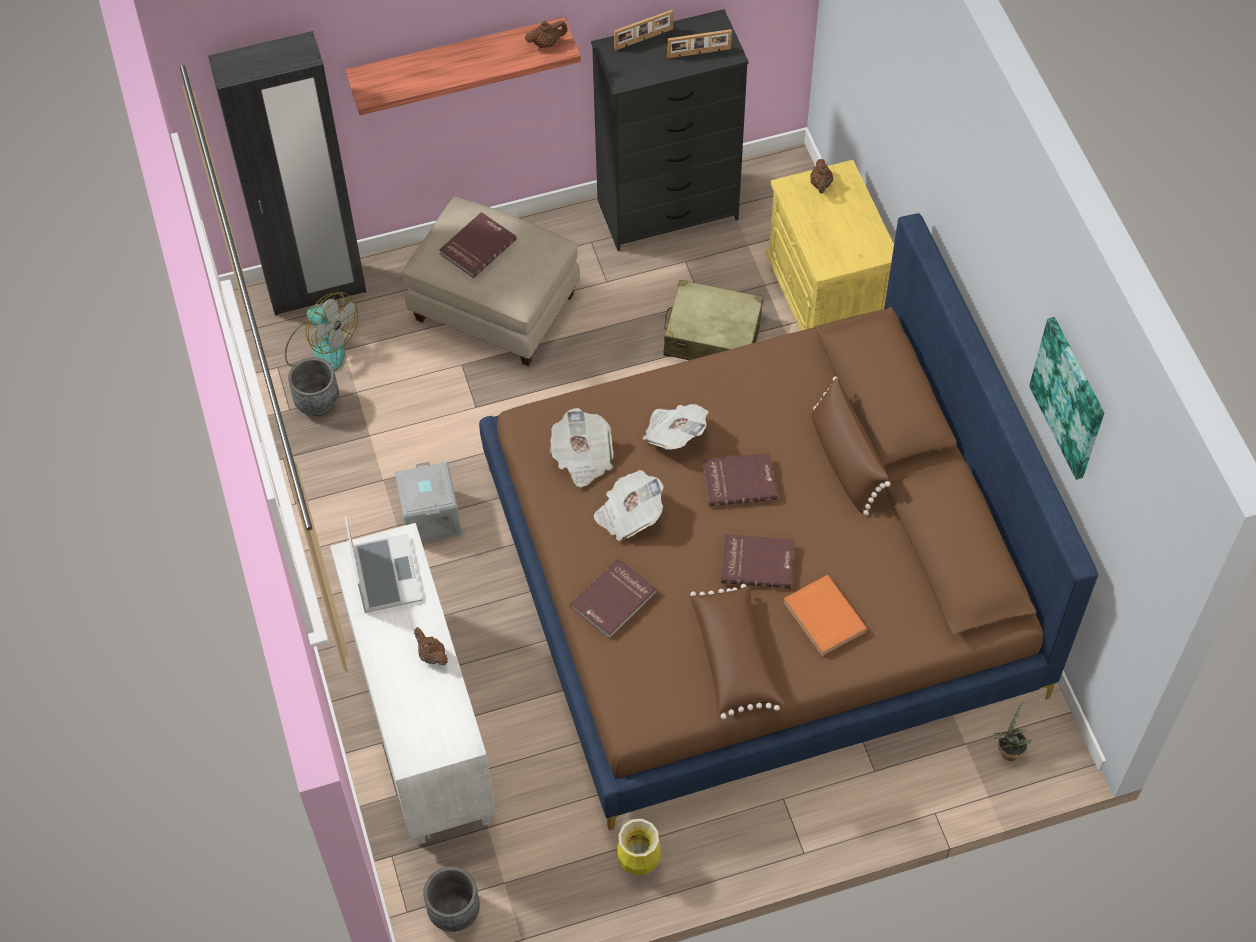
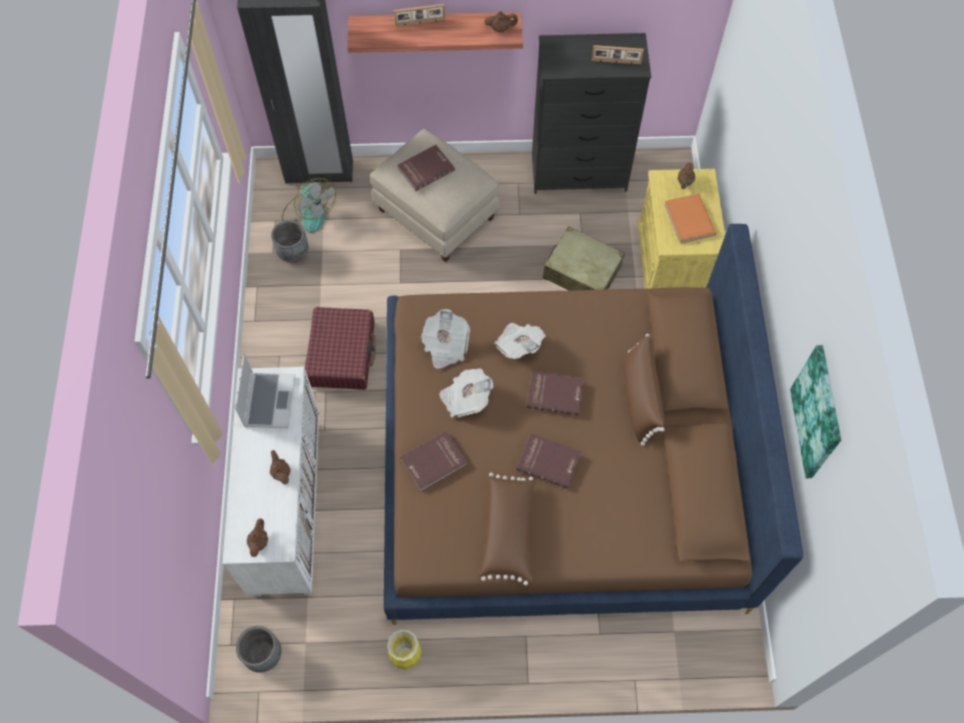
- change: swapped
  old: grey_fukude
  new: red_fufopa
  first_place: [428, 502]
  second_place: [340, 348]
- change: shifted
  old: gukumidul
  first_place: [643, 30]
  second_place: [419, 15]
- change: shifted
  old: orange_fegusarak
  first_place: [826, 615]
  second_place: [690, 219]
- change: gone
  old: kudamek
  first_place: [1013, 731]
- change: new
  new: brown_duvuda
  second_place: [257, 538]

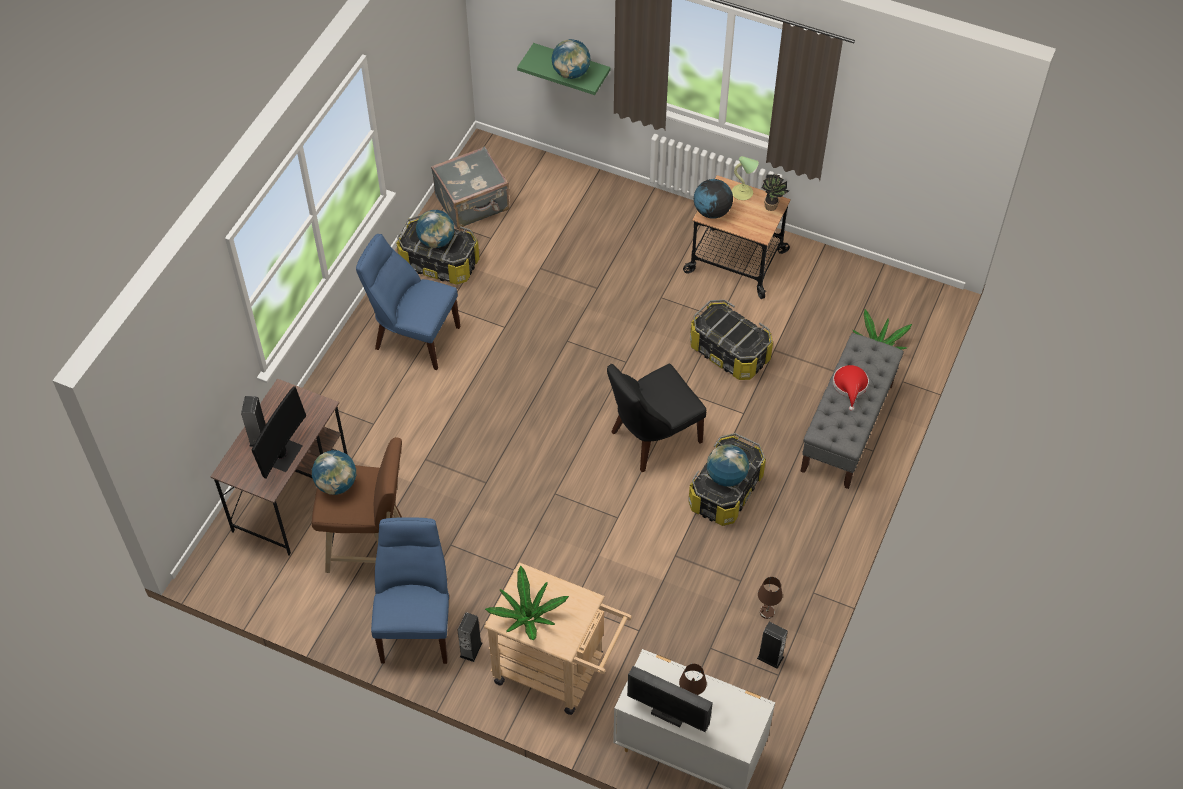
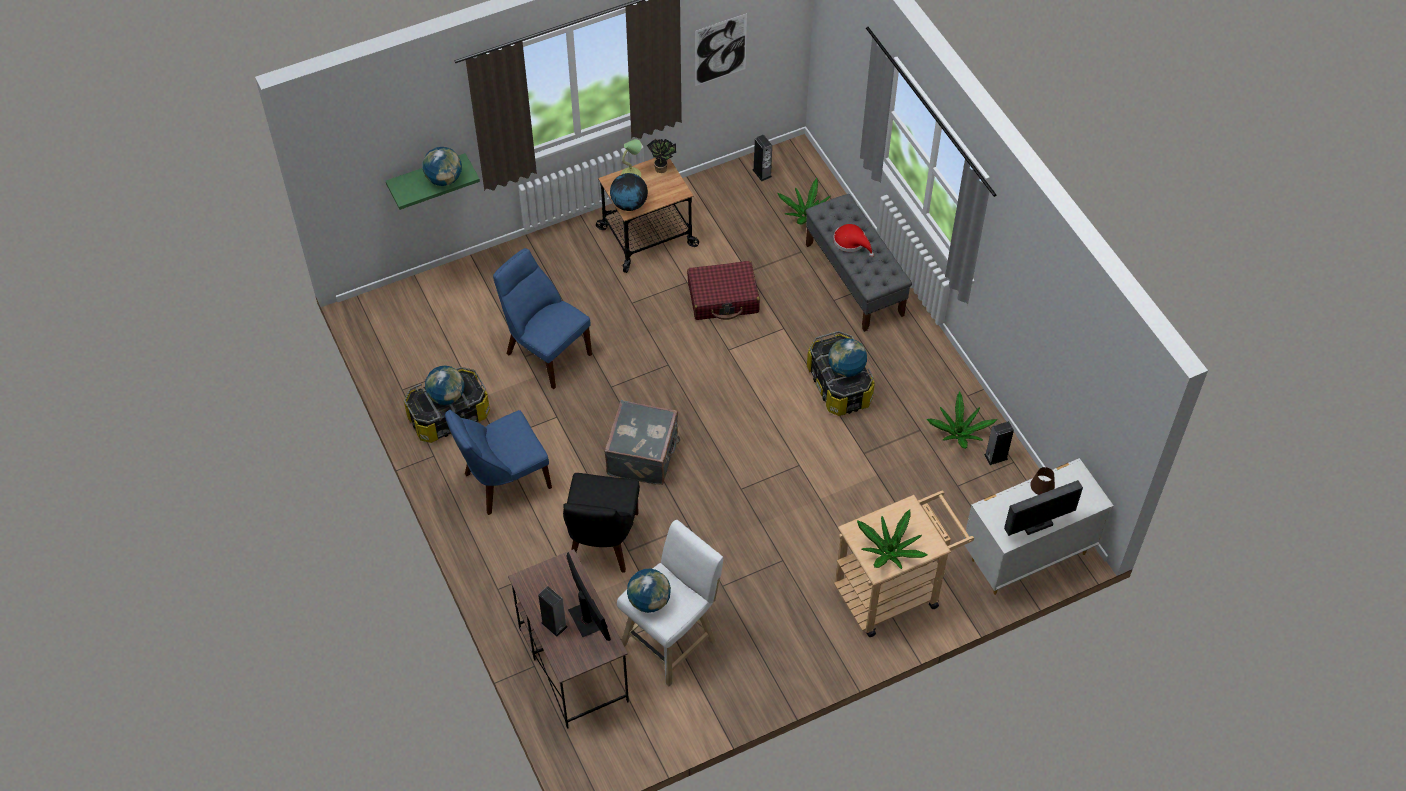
- change: repainted
  old: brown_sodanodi
  new: white_sodanodi
  first_place: [357, 505]
  second_place: [670, 603]
- change: shifted
  old: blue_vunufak
  first_place: [410, 590]
  second_place: [542, 318]
- change: shifted
  old: grey_fufopa
  first_place: [470, 187]
  second_place: [642, 442]
- change: shifted
  old: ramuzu
  first_place: [469, 637]
  second_place: [762, 158]
- change: shifted
  old: black_vunufak
  first_place: [656, 418]
  second_place: [601, 523]
- change: swapped
  old: fukude
  new: red_fufopa
  first_place: [731, 340]
  second_place: [723, 290]
- change: swapped
  old: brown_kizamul
  new: kudamek
  first_place: [770, 598]
  second_place: [962, 420]
- change: new
  new: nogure
  second_place: [721, 49]

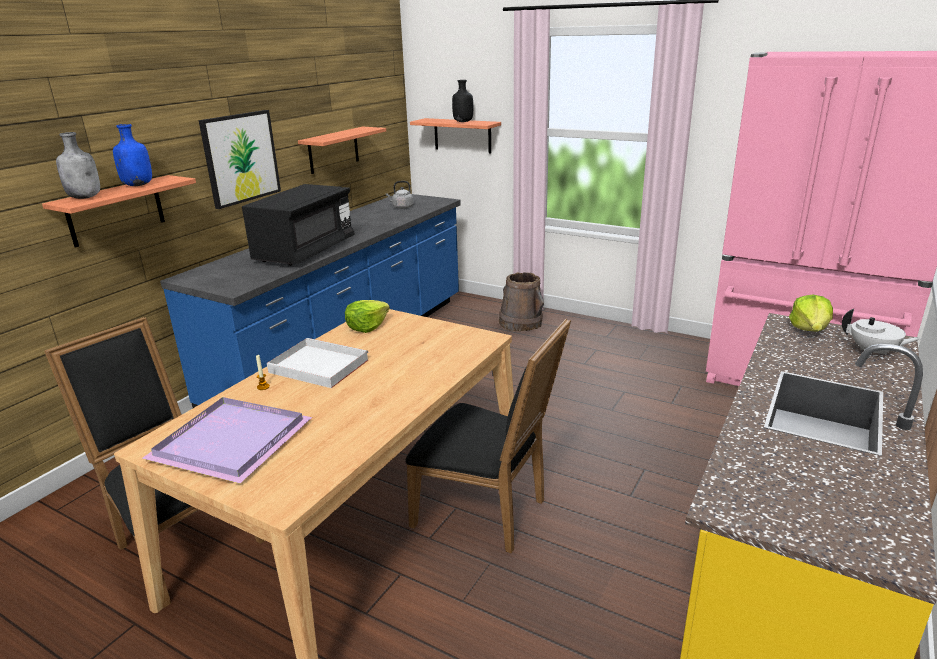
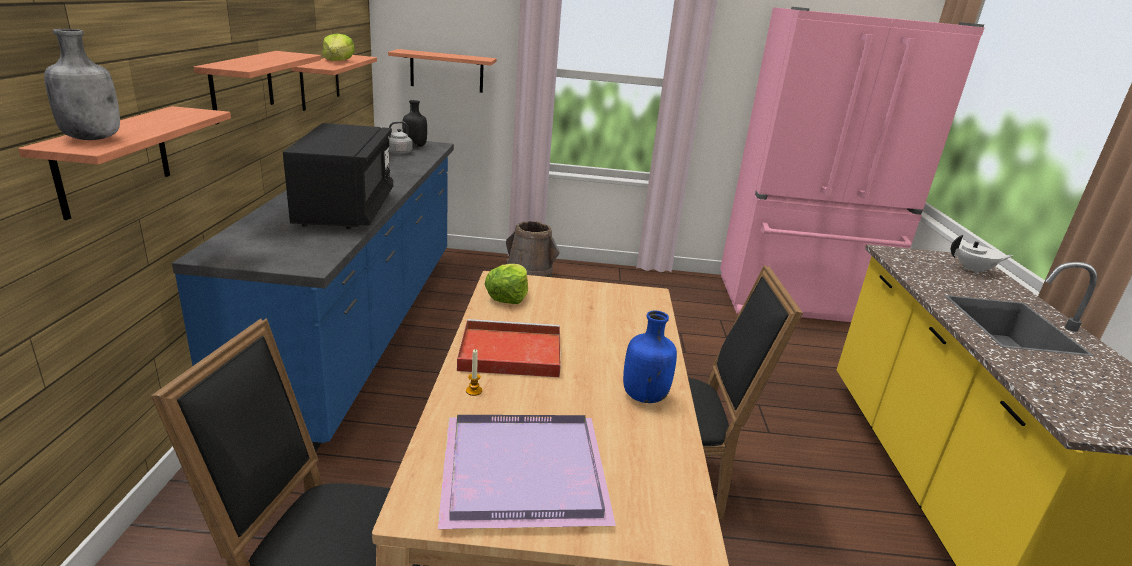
- change: shifted
  old: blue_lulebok
  first_place: [132, 155]
  second_place: [650, 357]
- change: swapped
  old: nogure
  new: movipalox
  first_place: [240, 159]
  second_place: [257, 87]
- change: repainted
  old: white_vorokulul
  new: red_vorokulul
  first_place: [318, 363]
  second_place: [509, 348]
- change: shifted
  old: black_lulebok
  first_place: [462, 101]
  second_place: [414, 124]
- change: shifted
  old: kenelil
  first_place: [811, 312]
  second_place: [339, 47]

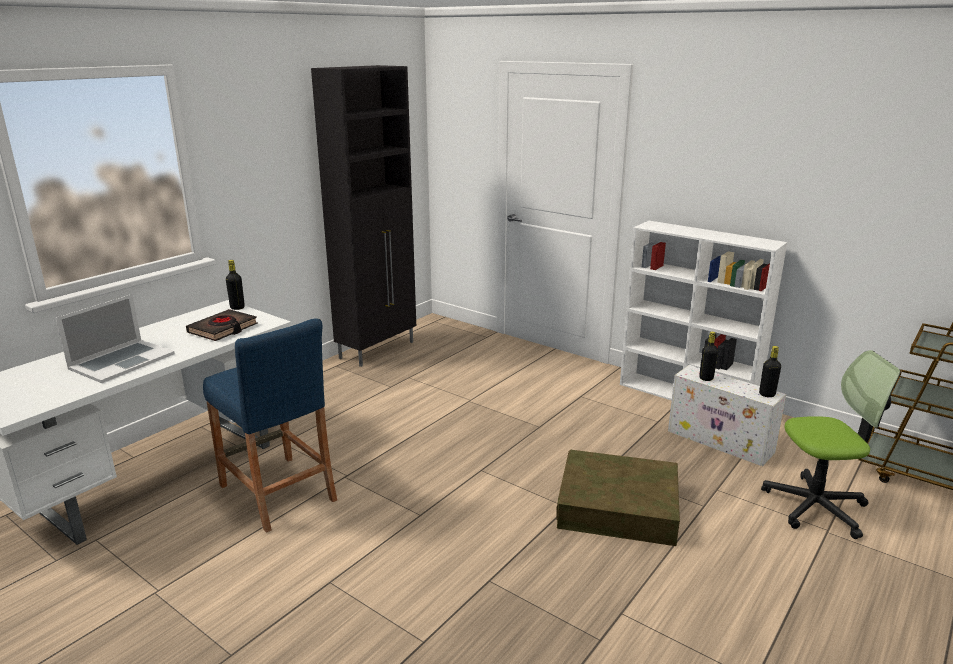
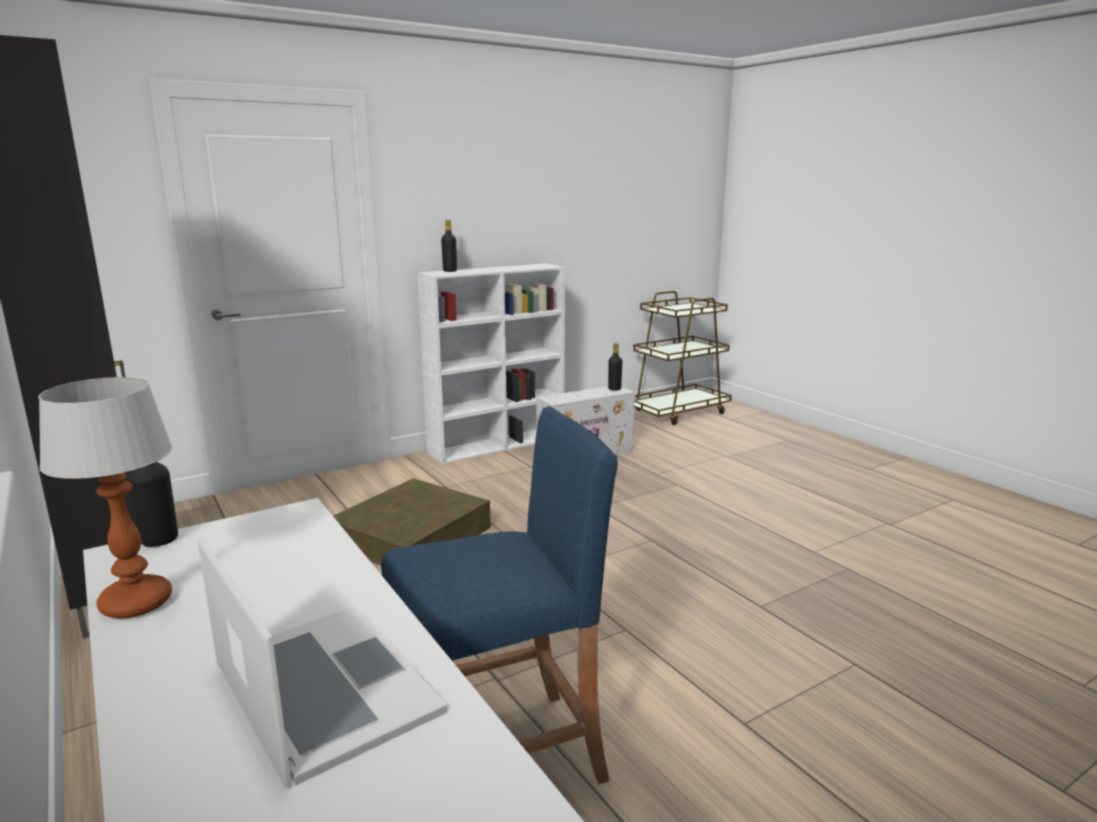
- change: gone
  old: black_fegusarak
  first_place: [221, 325]
- change: shifted
  old: brown_fukude
  first_place: [618, 498]
  second_place: [412, 522]
- change: shifted
  old: black_lulebok
  first_place: [708, 356]
  second_place: [449, 246]
- change: gone
  old: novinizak
  first_place: [830, 444]
- change: new
  new: kizamul
  second_place: [105, 498]

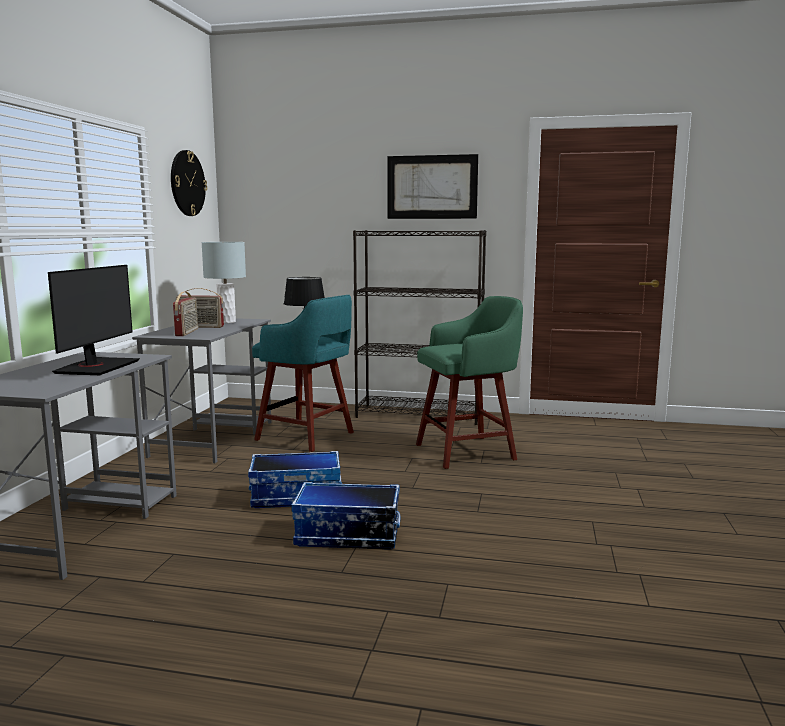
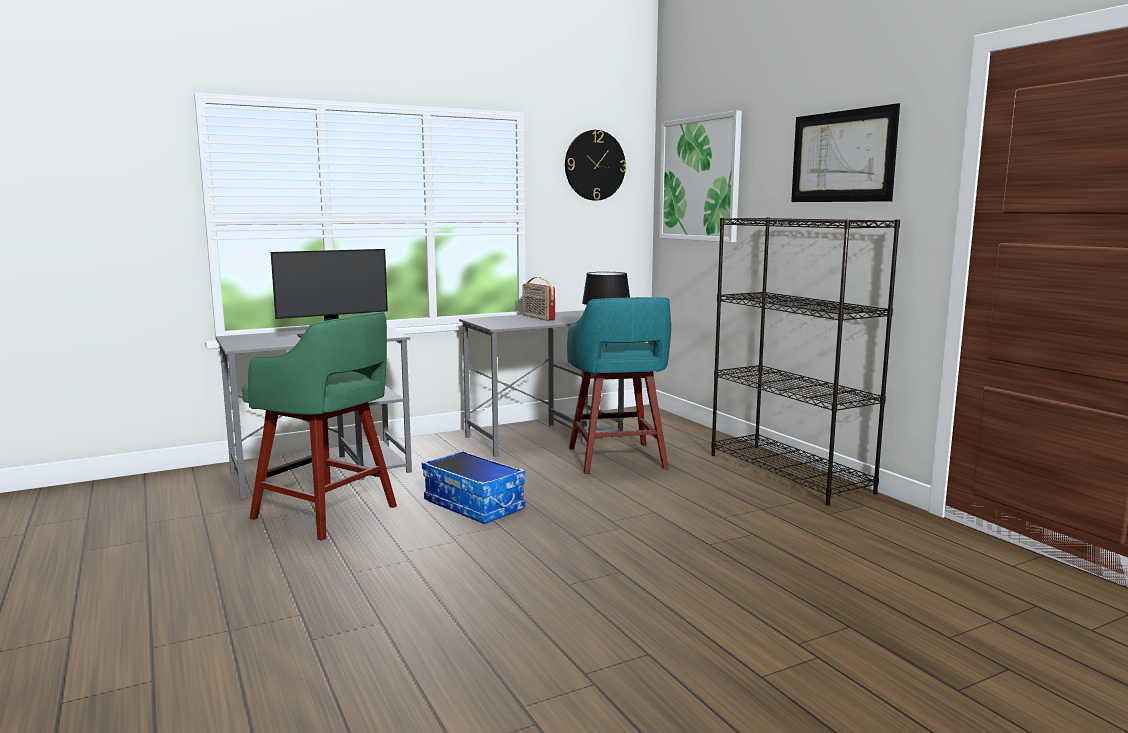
- change: gone
  old: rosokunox
  first_place: [185, 314]
- change: gone
  old: grey_kizamul
  first_place: [223, 282]
- change: gone
  old: fukude
  first_place: [345, 515]
- change: shifted
  old: green_sodanodi
  first_place: [469, 382]
  second_place: [319, 426]
- change: new
  new: nogure
  second_place: [700, 176]

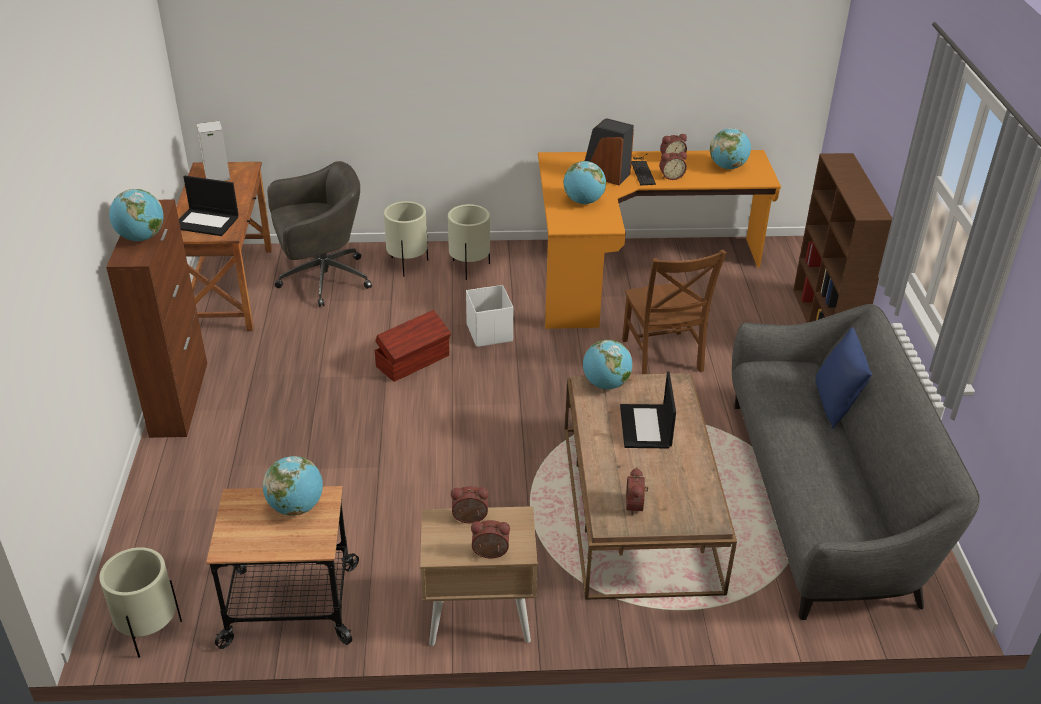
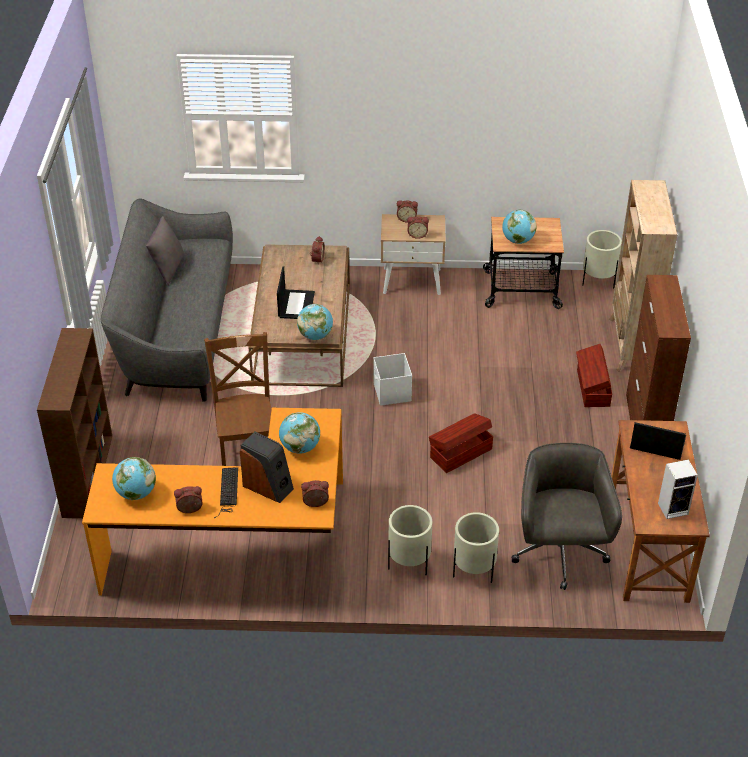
- change: gone
  old: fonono
  first_place: [136, 215]
- change: rotated
  old: grey_novinizak
  first_place: [319, 234]
  second_place: [567, 516]
  degrees: 105
- change: shifted
  old: white_fukude
  first_place: [489, 316]
  second_place: [392, 379]
- change: shifted
  old: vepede
  first_place: [673, 166]
  second_place: [315, 493]
- change: gone
  old: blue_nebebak
  first_place: [844, 378]
- change: new
  new: grey_nebebak
  second_place: [165, 250]
- change: new
  new: brown_fukude
  second_place: [594, 375]
- change: new
  new: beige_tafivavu
  second_place: [643, 276]

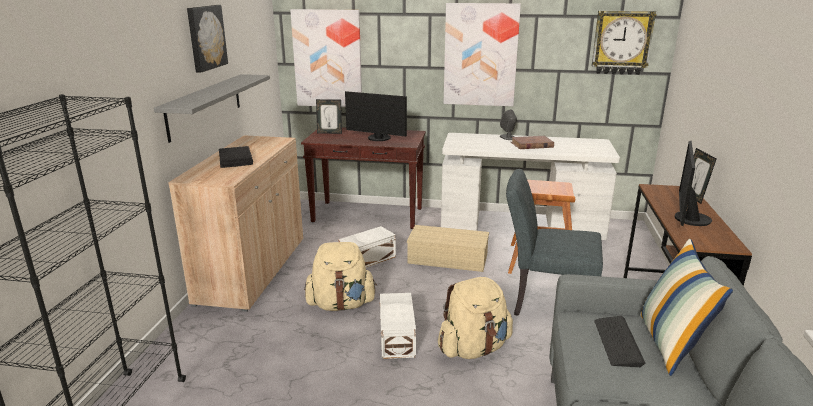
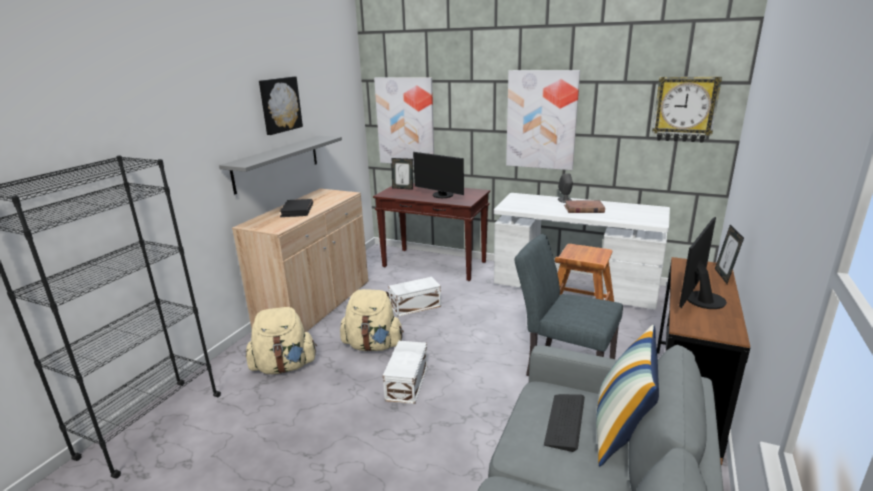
- change: gone
  old: beige_fukude
  first_place: [448, 248]
- change: shifted
  old: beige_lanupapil
  first_place: [475, 318]
  second_place: [281, 340]

